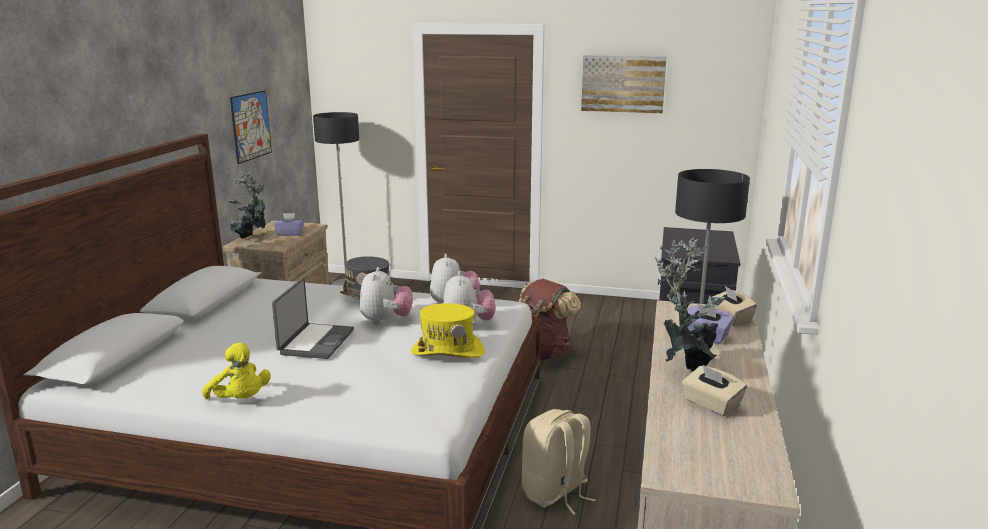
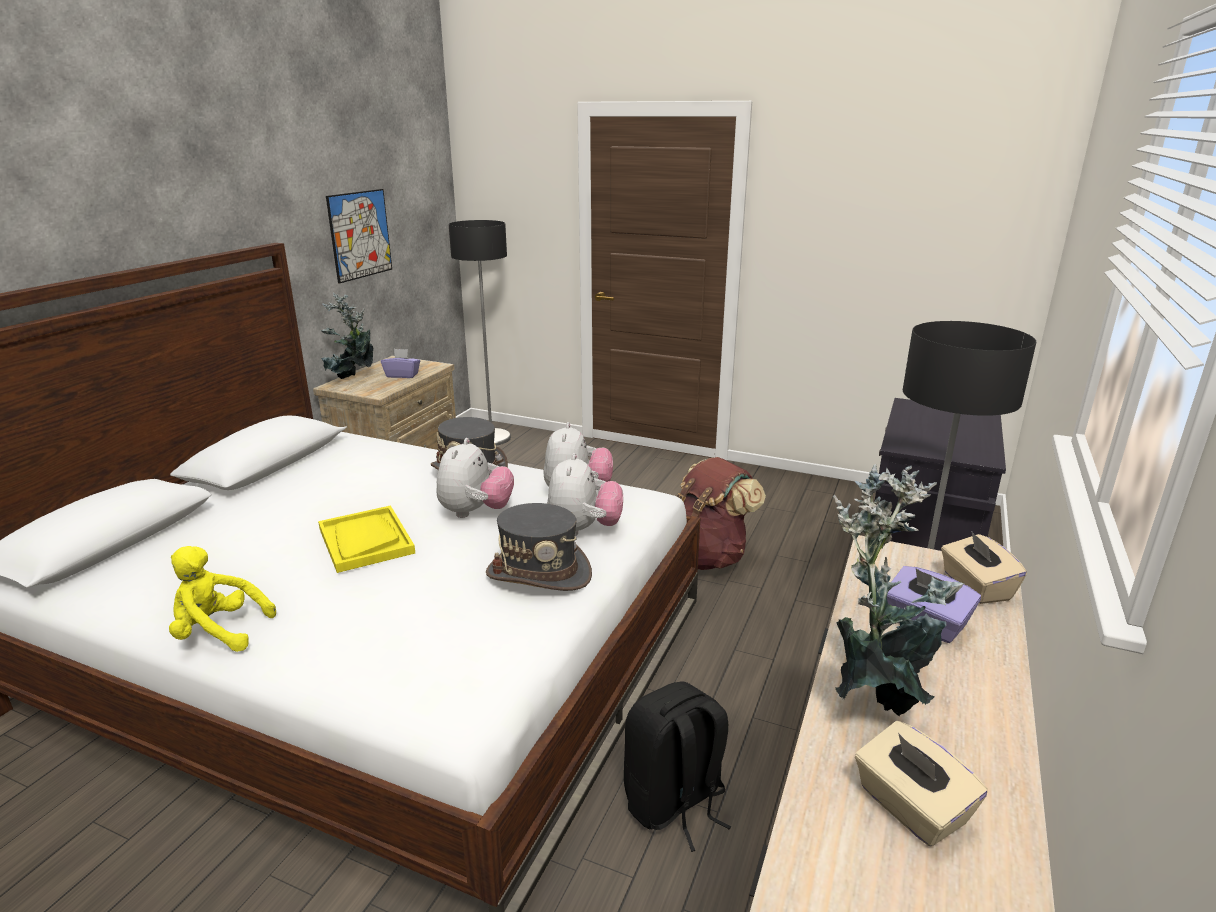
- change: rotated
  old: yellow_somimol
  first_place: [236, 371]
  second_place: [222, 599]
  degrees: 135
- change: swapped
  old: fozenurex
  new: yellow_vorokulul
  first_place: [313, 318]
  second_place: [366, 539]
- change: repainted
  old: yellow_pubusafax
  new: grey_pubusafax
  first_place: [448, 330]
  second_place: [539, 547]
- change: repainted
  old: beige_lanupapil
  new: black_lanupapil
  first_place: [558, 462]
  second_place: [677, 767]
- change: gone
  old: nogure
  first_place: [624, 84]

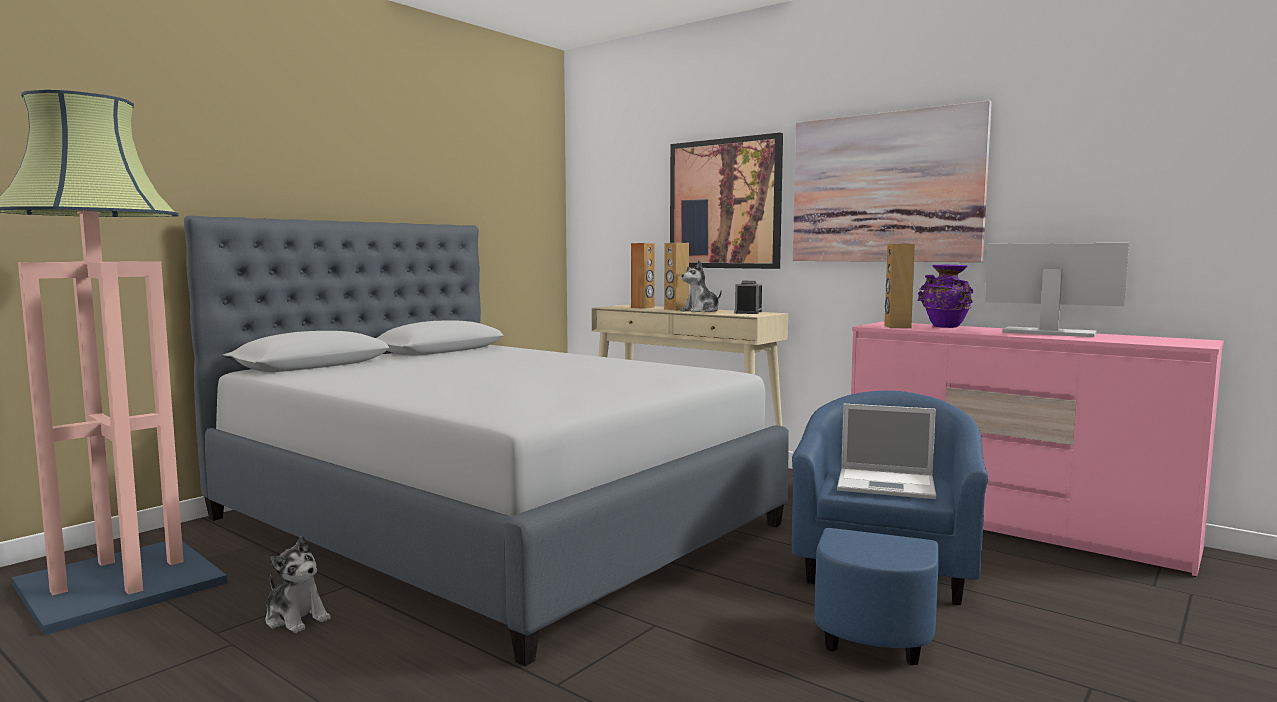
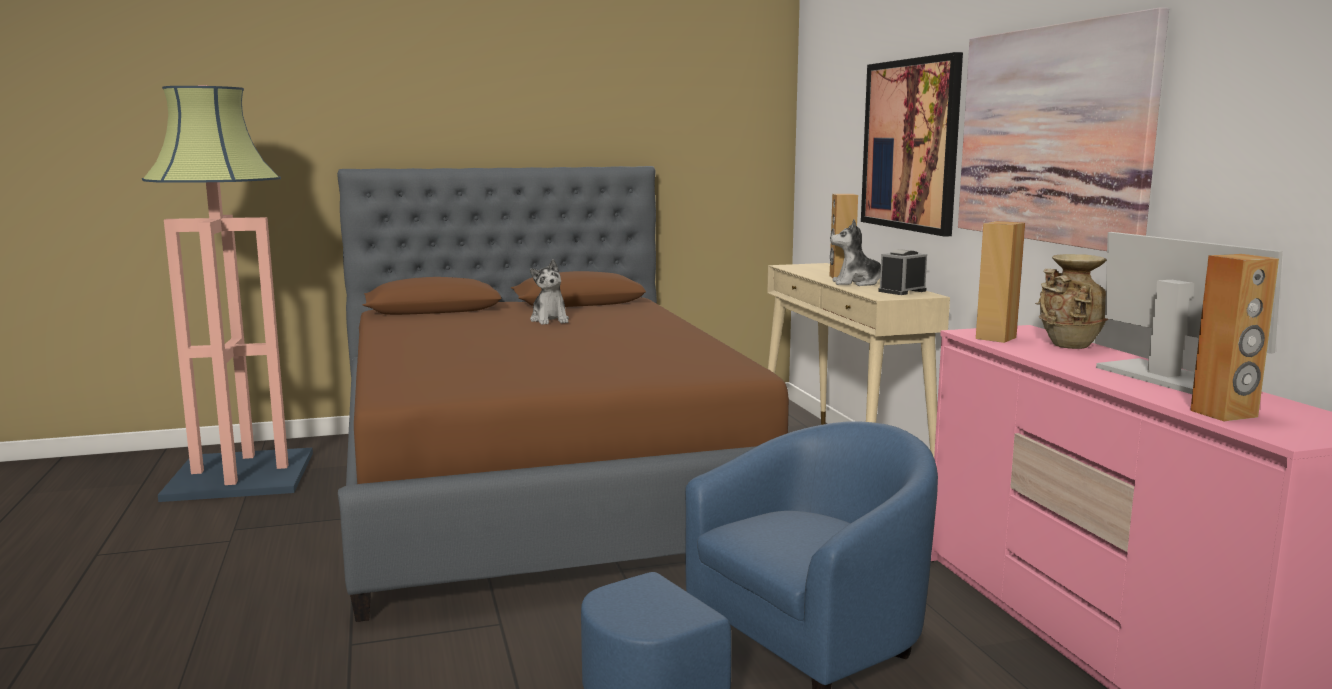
- change: repainted
  old: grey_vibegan
  new: brown_vibegan
  first_place: [486, 440]
  second_place: [563, 394]
- change: shifted
  old: somimol
  first_place: [298, 584]
  second_place: [549, 292]
- change: shifted
  old: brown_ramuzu
  first_place: [643, 276]
  second_place: [1234, 337]
- change: gone
  old: fozenurex
  first_place: [886, 451]
- change: repainted
  old: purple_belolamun
  new: beige_belolamun
  first_place: [945, 296]
  second_place: [1071, 301]

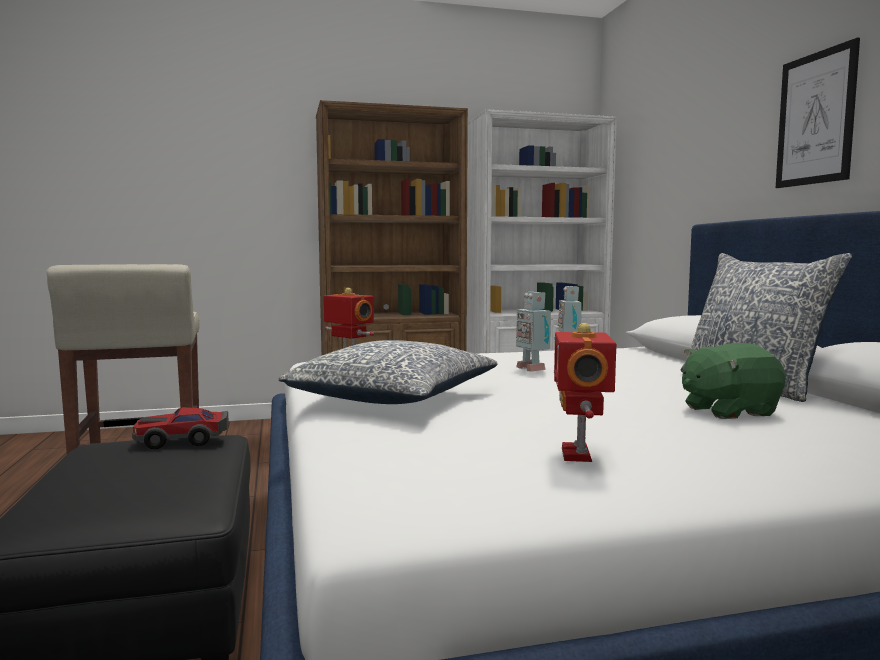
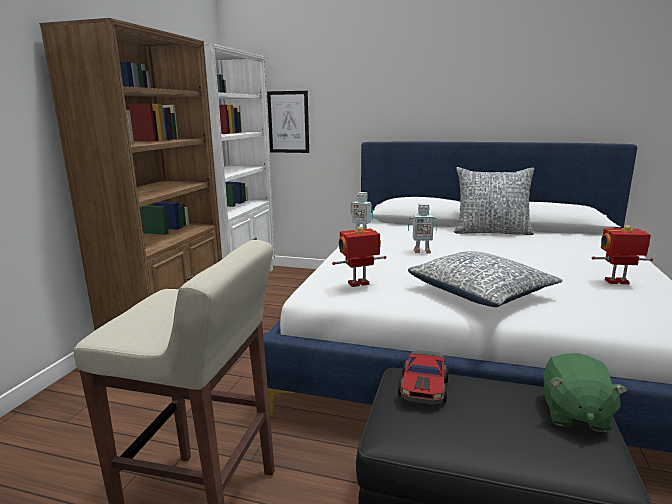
- change: rotated
  old: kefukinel
  first_place: [585, 392]
  second_place: [622, 254]
  degrees: 150
- change: shifted
  old: green_somimol
  first_place: [734, 381]
  second_place: [585, 392]
- change: shifted
  old: nogure
  first_place: [818, 113]
  second_place: [288, 122]

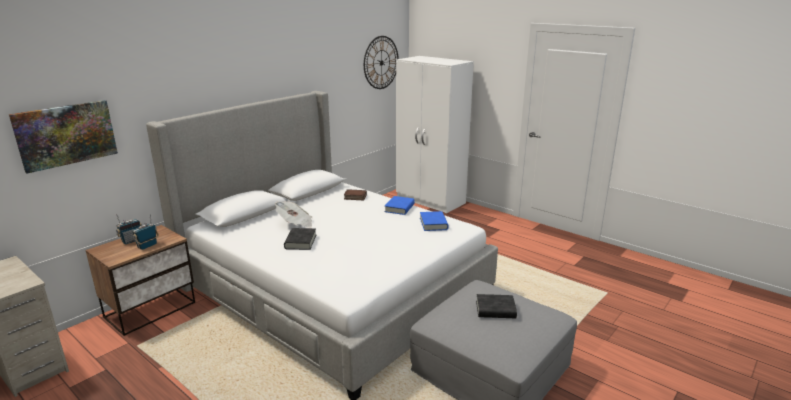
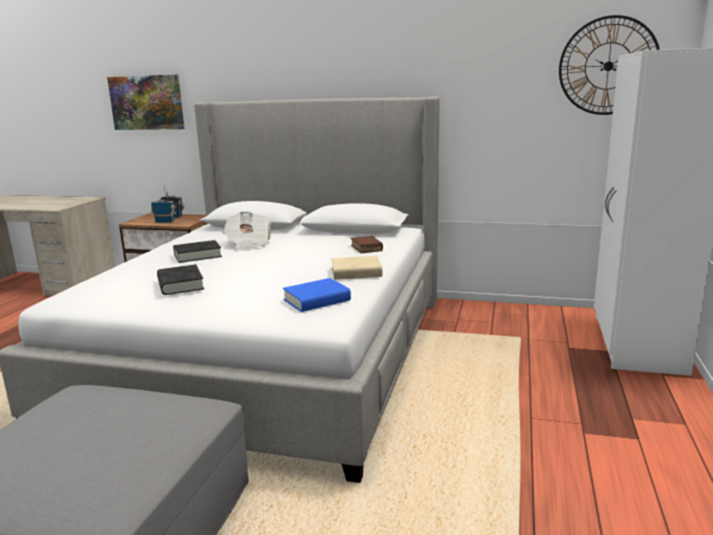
- change: repainted
  old: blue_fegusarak
  new: beige_fegusarak
  first_place: [400, 205]
  second_place: [356, 268]
- change: shifted
  old: black_fegusarak
  first_place: [496, 306]
  second_place: [180, 279]

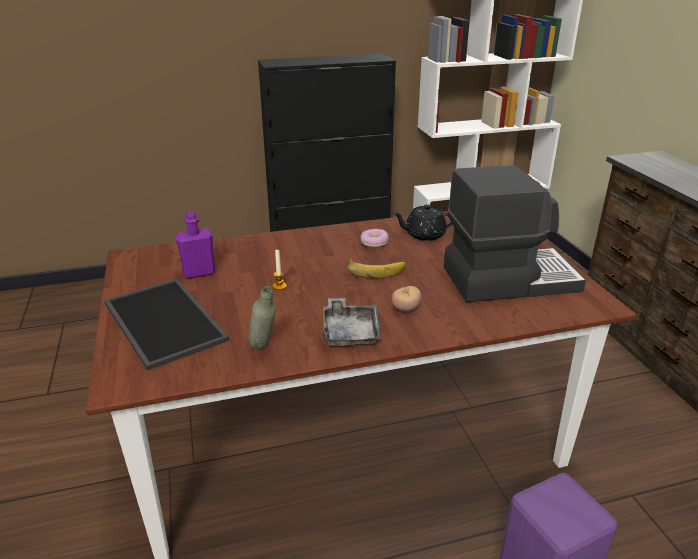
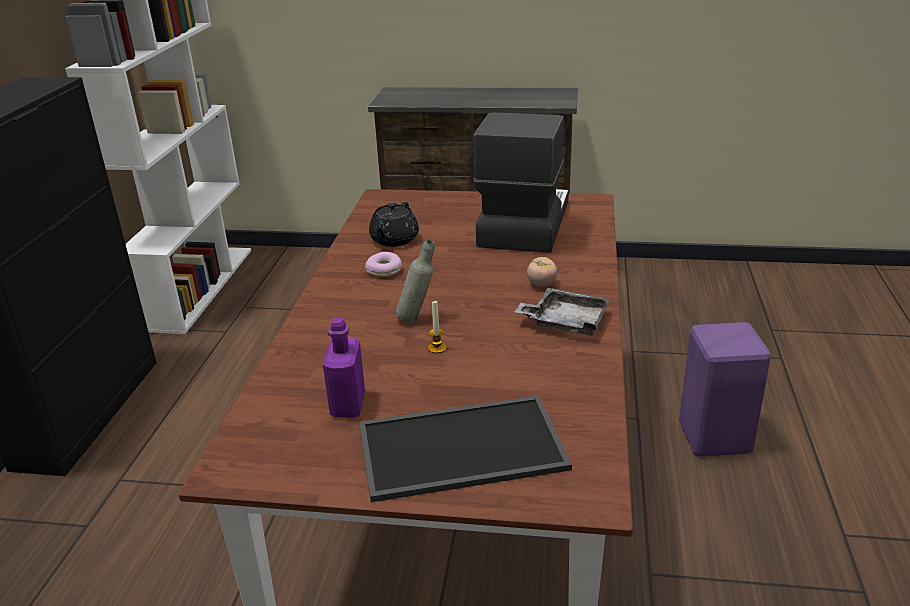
- change: shifted
  old: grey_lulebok
  first_place: [262, 318]
  second_place: [415, 281]
- change: gone
  old: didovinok
  first_place: [377, 268]

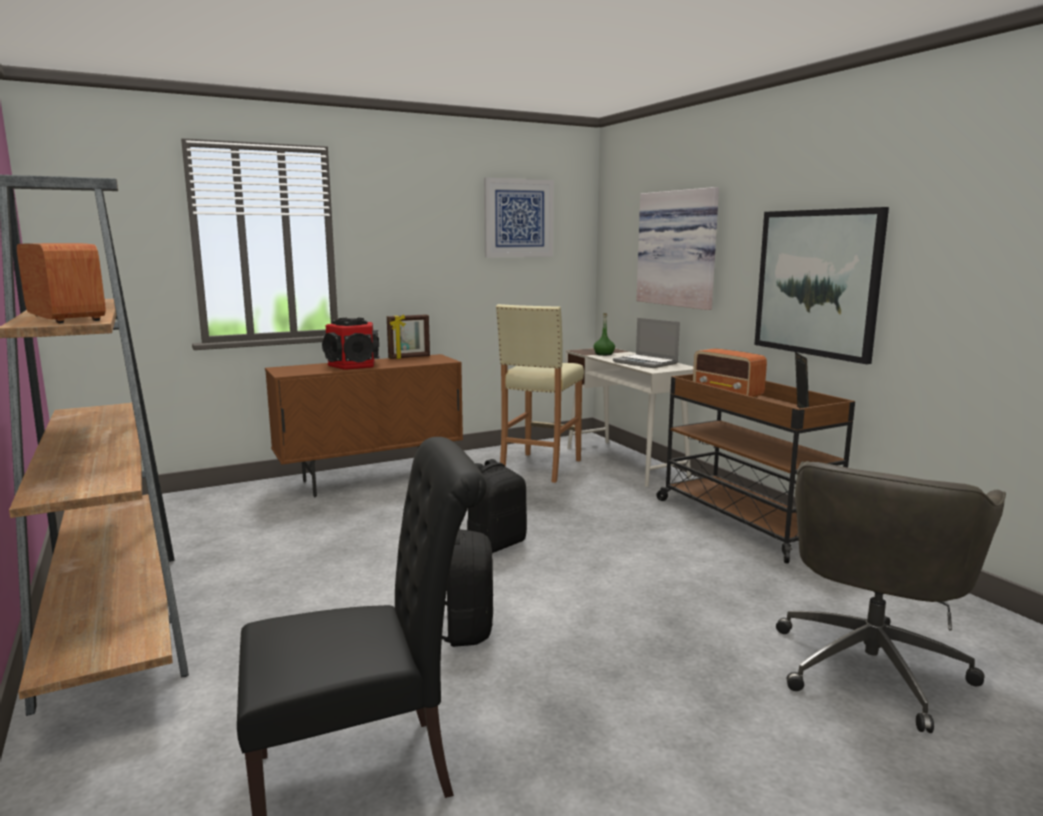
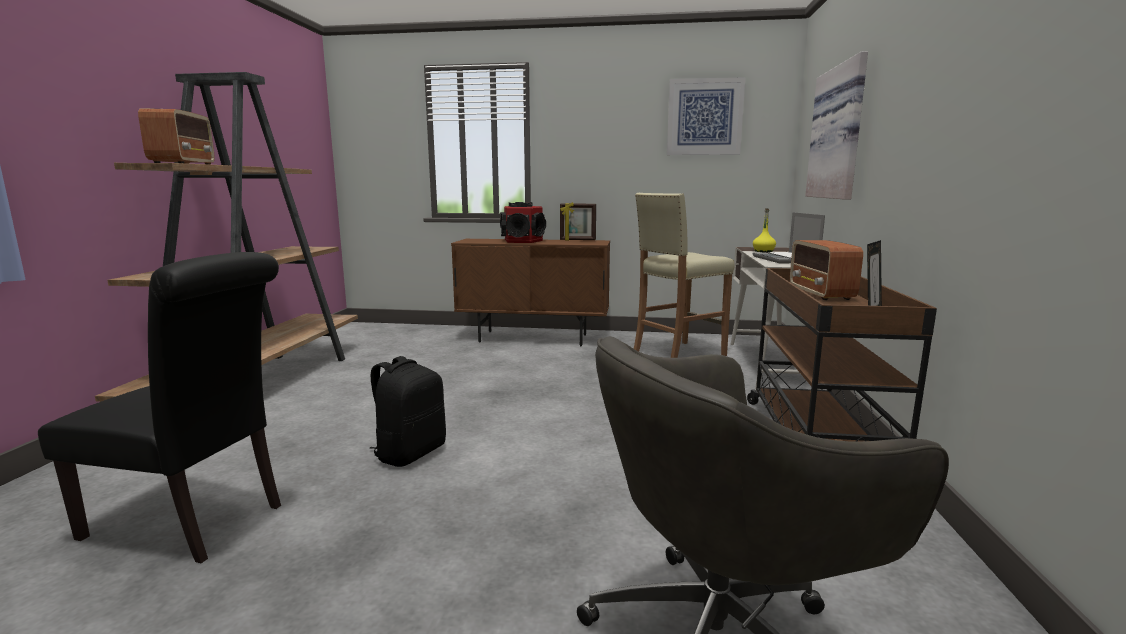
- change: gone
  old: black_lanupapil
  first_place: [497, 506]
- change: repainted
  old: green_lulebok
  new: yellow_lulebok
  first_place: [604, 334]
  second_place: [764, 230]
- change: gone
  old: nogure
  first_place: [821, 285]

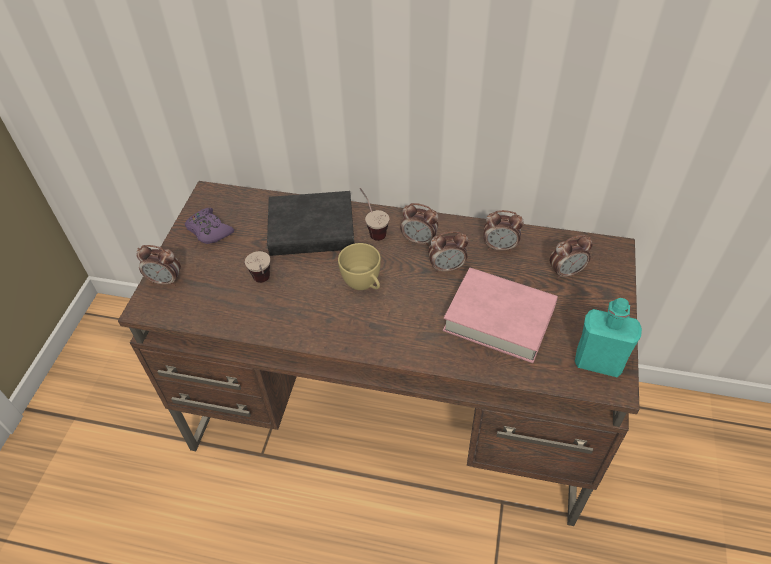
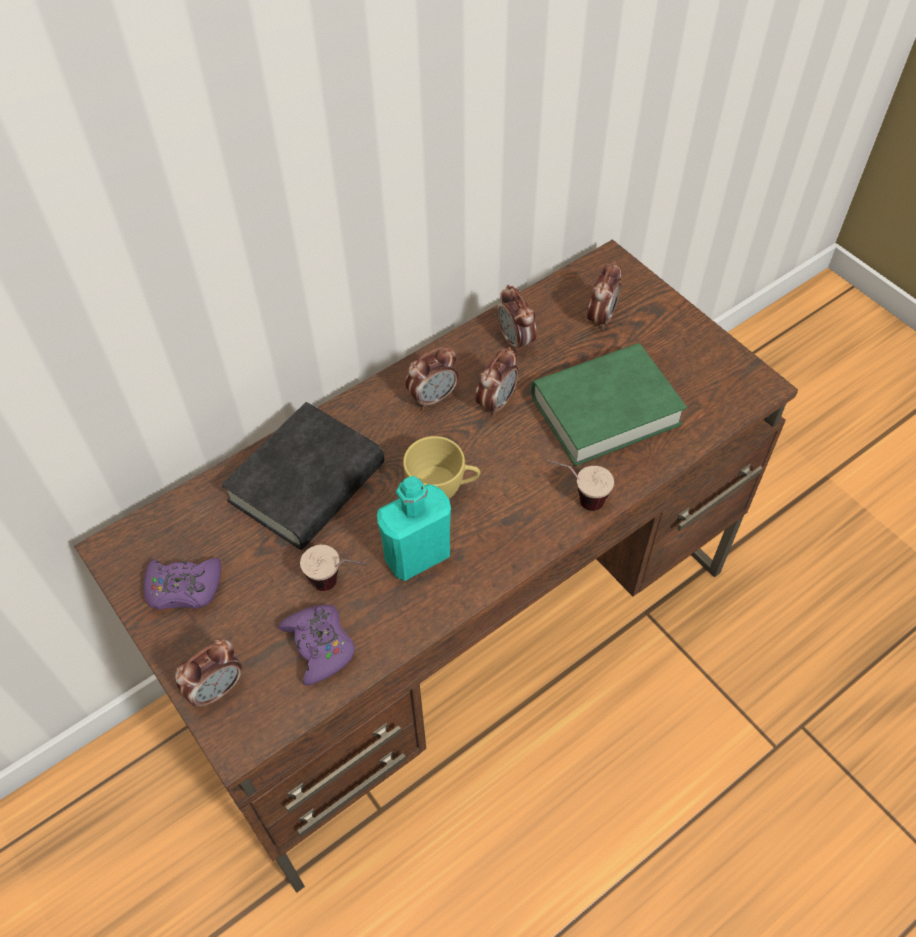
- change: shifted
  old: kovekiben
  first_place: [374, 214]
  second_place: [580, 485]
- change: repainted
  old: pink_fegusarak
  new: green_fegusarak
  first_place: [500, 315]
  second_place: [609, 404]
- change: rotated
  old: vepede
  first_place: [503, 231]
  second_place: [517, 319]
  degrees: 105
- change: shifted
  old: turquoise_lulebok
  first_place: [608, 337]
  second_place: [414, 528]
- change: new
  new: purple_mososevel
  second_place: [316, 645]

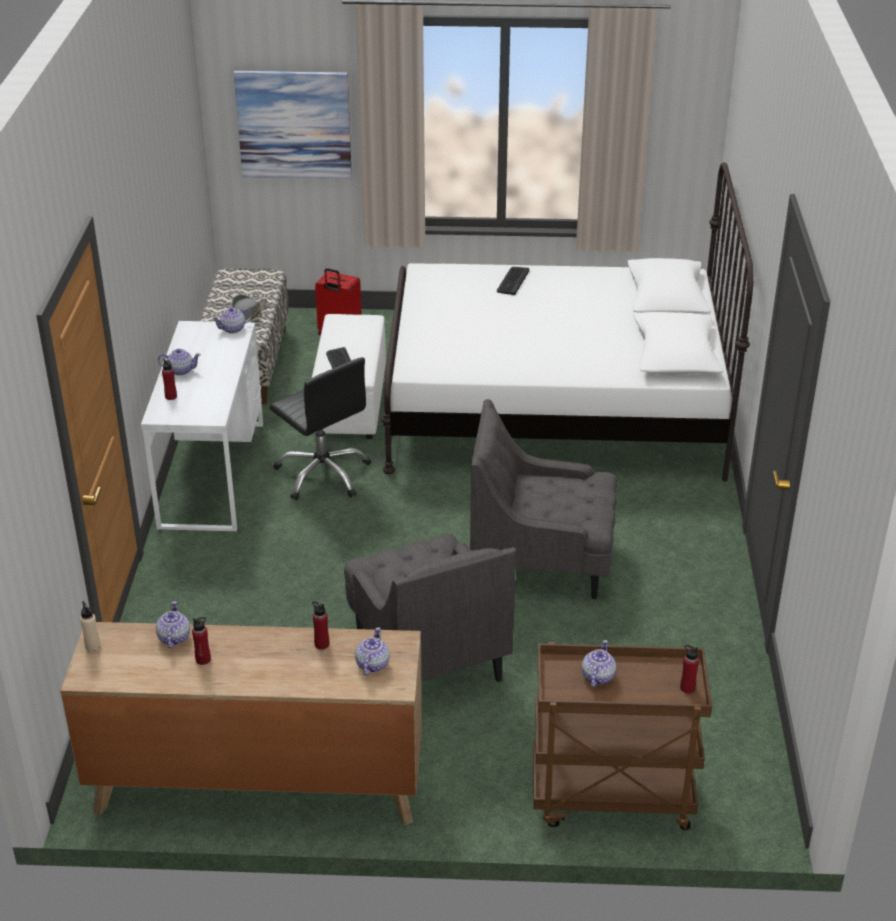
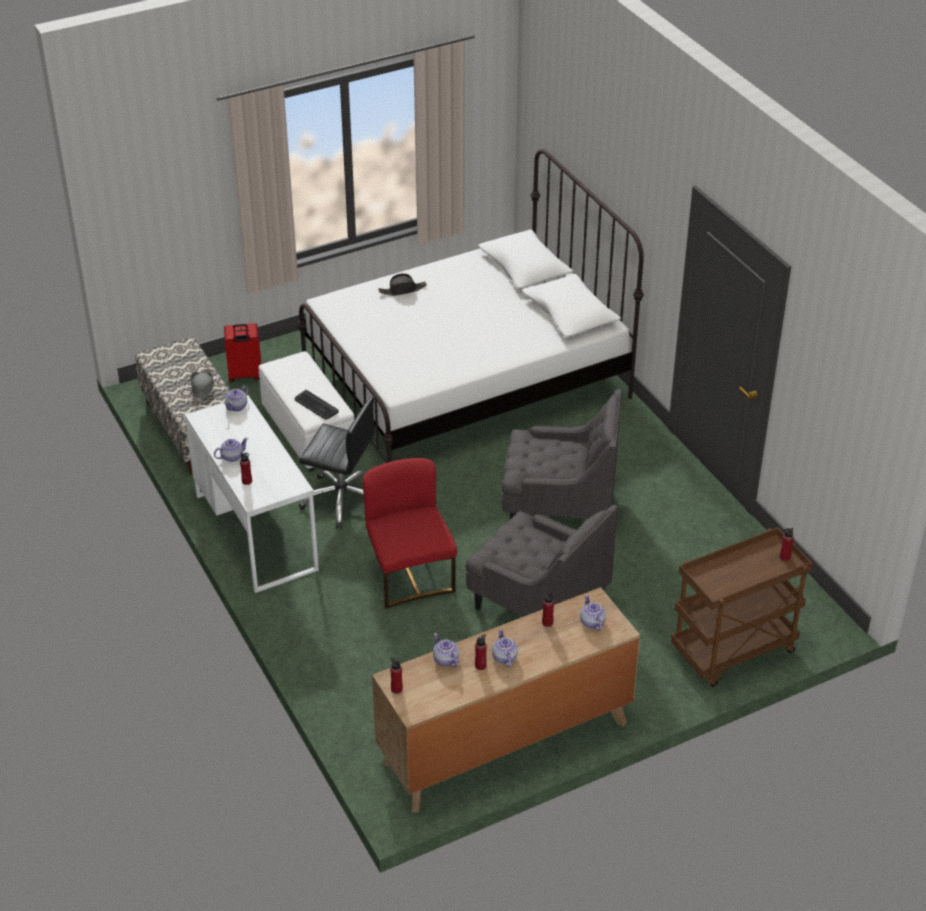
- change: repainted
  old: beige_lulebok
  new: red_lulebok
  first_place: [90, 626]
  second_place: [396, 676]
- change: gone
  old: nogure
  first_place: [293, 125]
- change: rotated
  old: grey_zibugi
  first_place: [543, 499]
  second_place: [562, 454]
  degrees: -150
- change: swapped
  old: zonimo
  new: black_pubusafax
  first_place: [513, 281]
  second_place: [403, 284]
- change: shifted
  old: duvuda
  first_place: [599, 663]
  second_place: [505, 648]
- change: new
  new: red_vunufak
  second_place: [410, 533]

